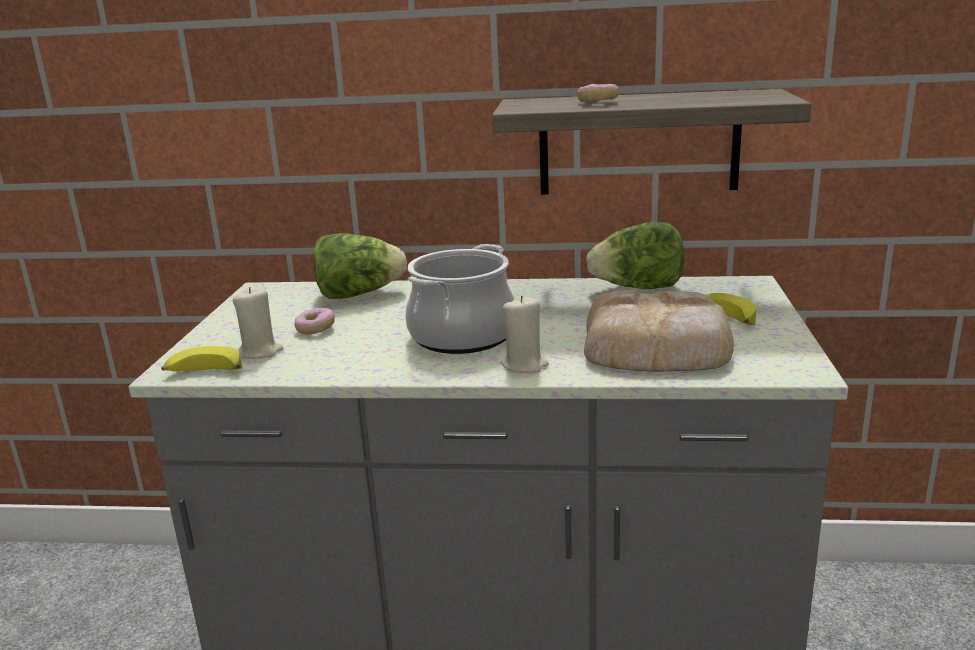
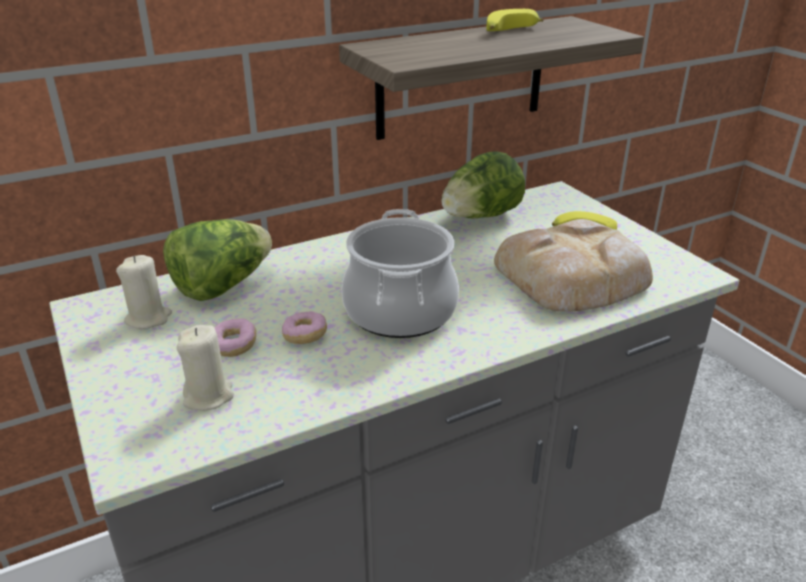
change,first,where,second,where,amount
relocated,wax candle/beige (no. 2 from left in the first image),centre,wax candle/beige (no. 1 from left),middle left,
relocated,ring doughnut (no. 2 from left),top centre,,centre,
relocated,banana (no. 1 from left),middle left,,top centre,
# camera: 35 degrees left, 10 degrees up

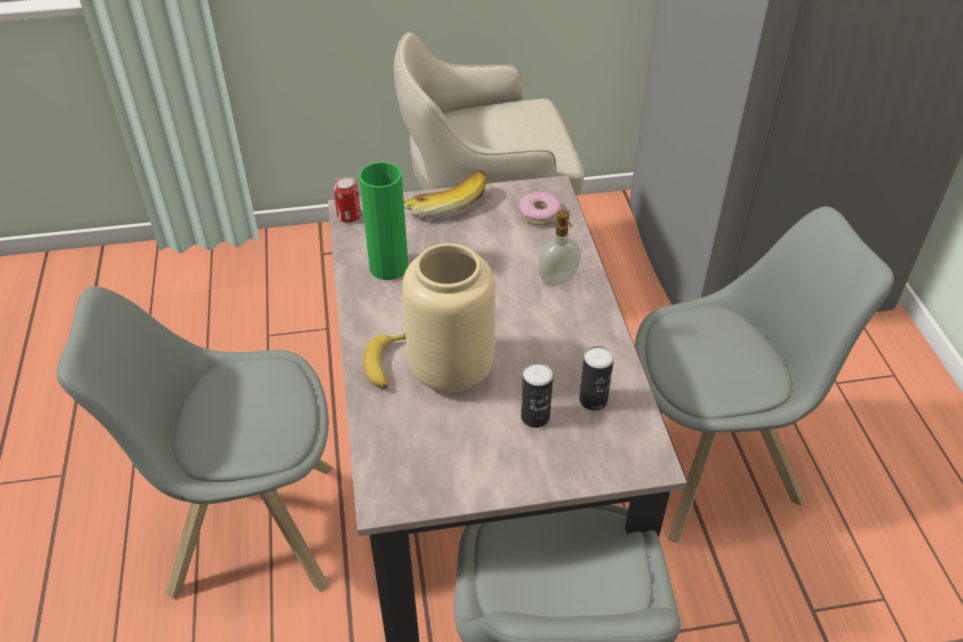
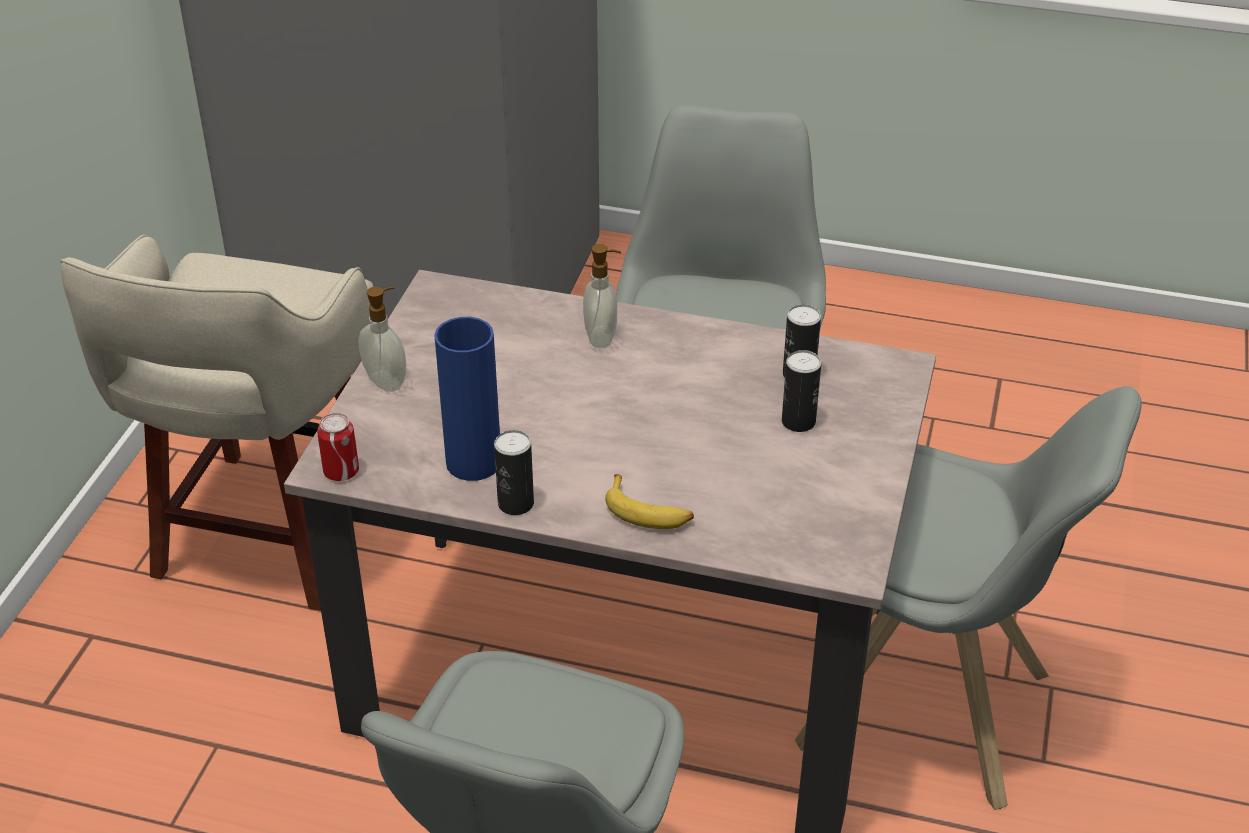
change,first,where,second,where,amount
exchanged,banana (no. 2 from left),top centre,liquid soap bottle (no. 1 from left),middle left,
colour,flower vase/green-coloured,centre,flower vase/blue,centre,
appeared,,,metal can (no. 2 from left),centre,
missing,flower vase/beige,centre,,,
missing,ring doughnut,top centre,,,
# camera: 65 degrees left, 5 degrees down

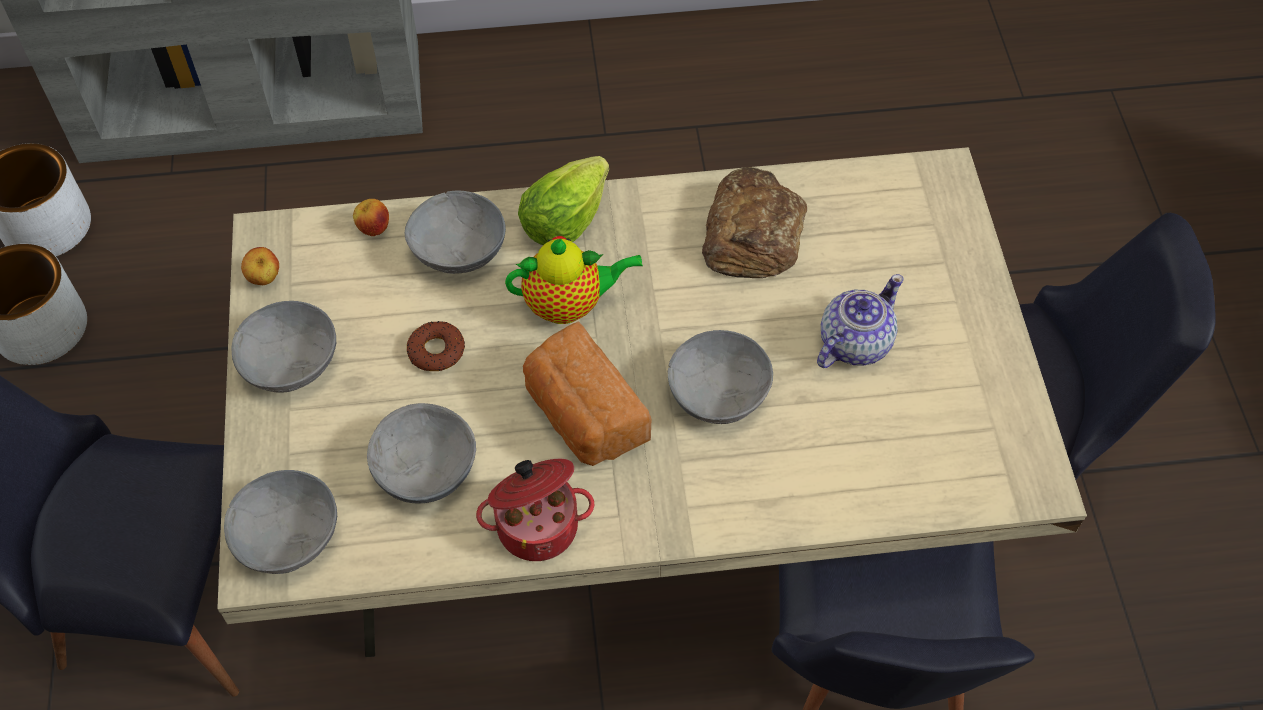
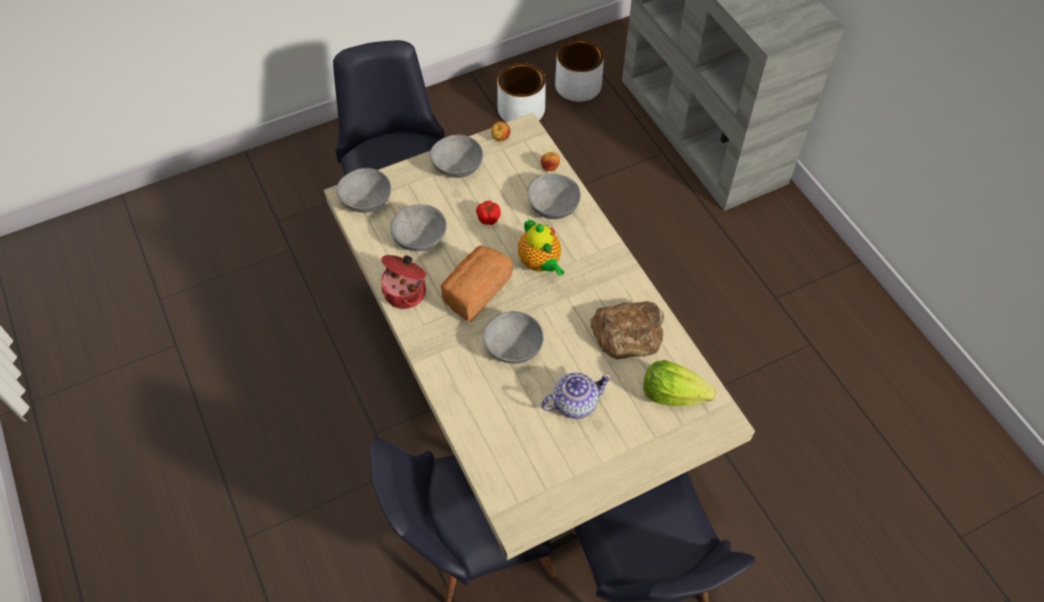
change,first,where,second,where,amount
exchanged,ring doughnut,centre,fresh tomato,centre,
spun,pot for tea (no. 2 from left),middle right,,centre,45 degrees counterclockwise
relocated,lettuce head,top centre,,centre,
# camera: 70 degrees right, 0 degrees up

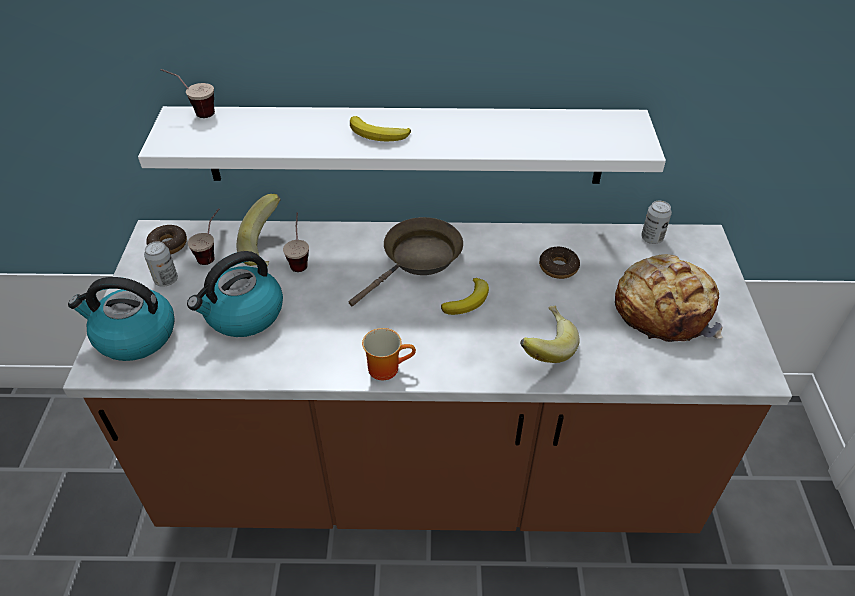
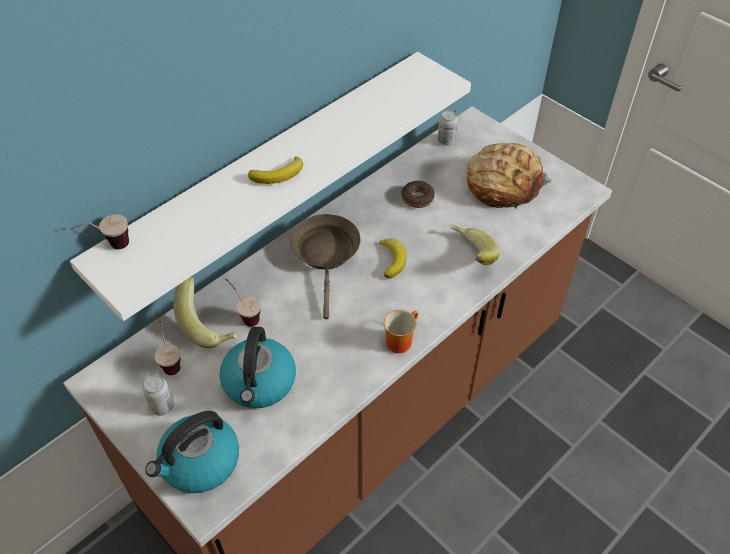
change,first,where,second,where,amount
missing,ring doughnut (no. 1 from left),middle left,,,
# camera: 45 degrees left, 5 degrees up

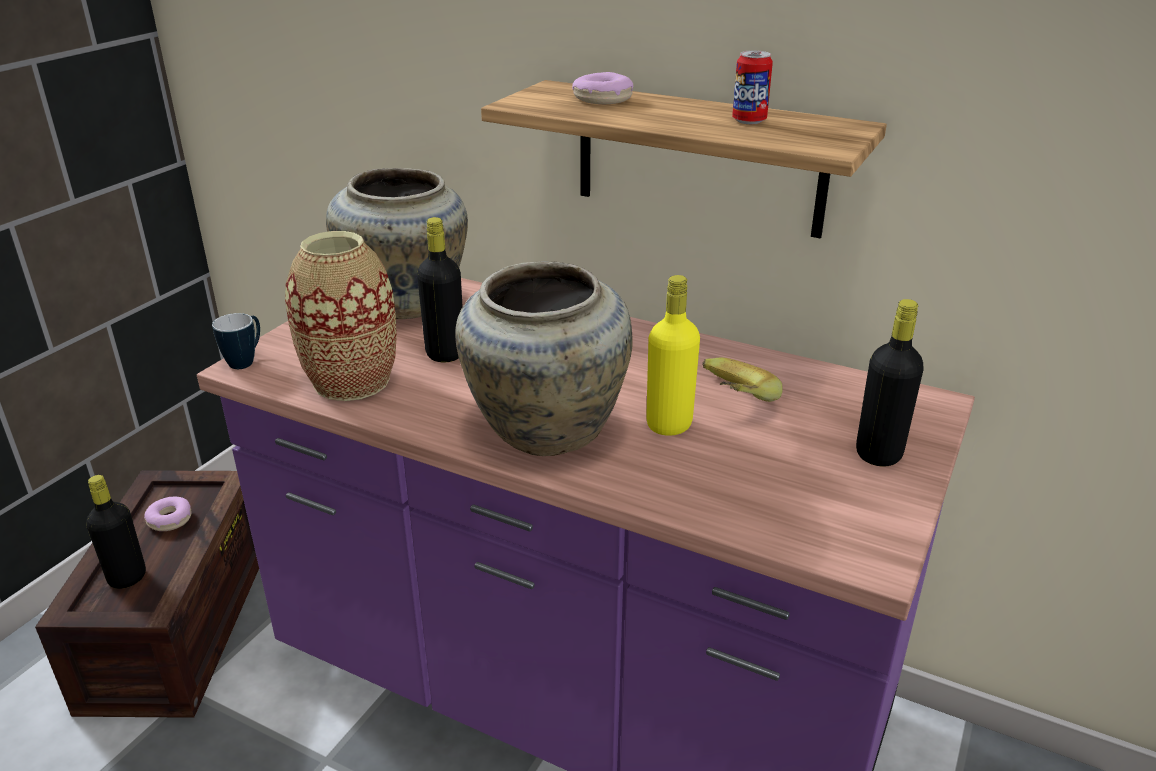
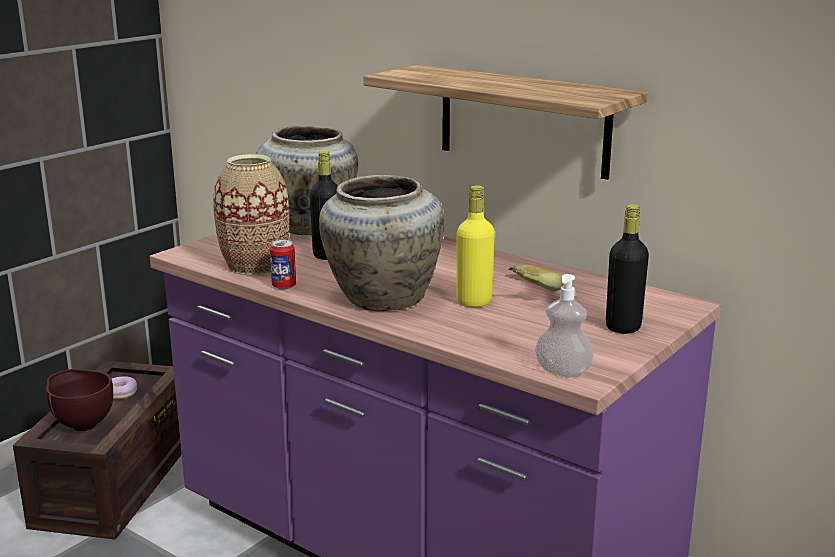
change,first,where,second,where,amount
exchanged,drink bottle/black (no. 1 from left),bottom left,deep dish/brown,bottom left,
relocated,metal can,top centre,,centre,
appeared,,,liquid soap bottle,middle right,
missing,tea mug,middle left,,,
missing,ring doughnut (no. 2 from left),top centre,,,
# camera: 10 degrees right, 10 degrees down

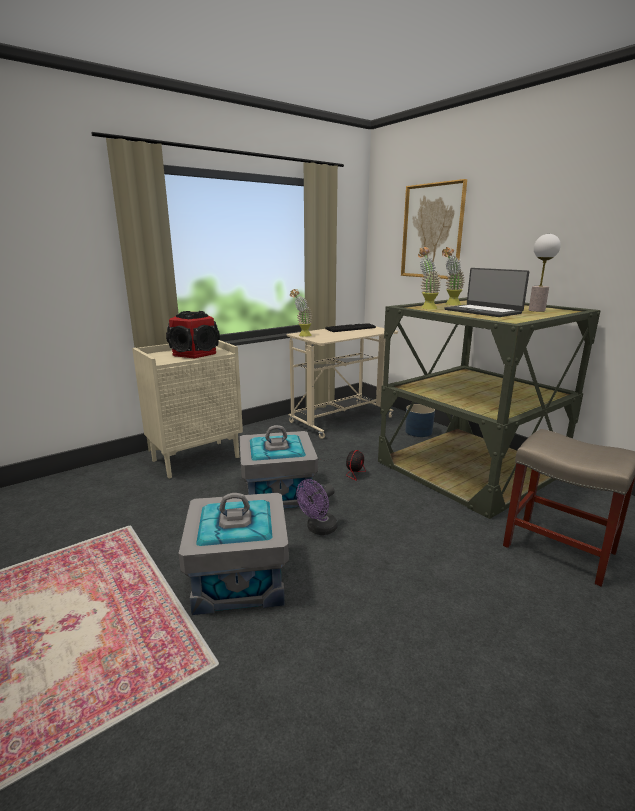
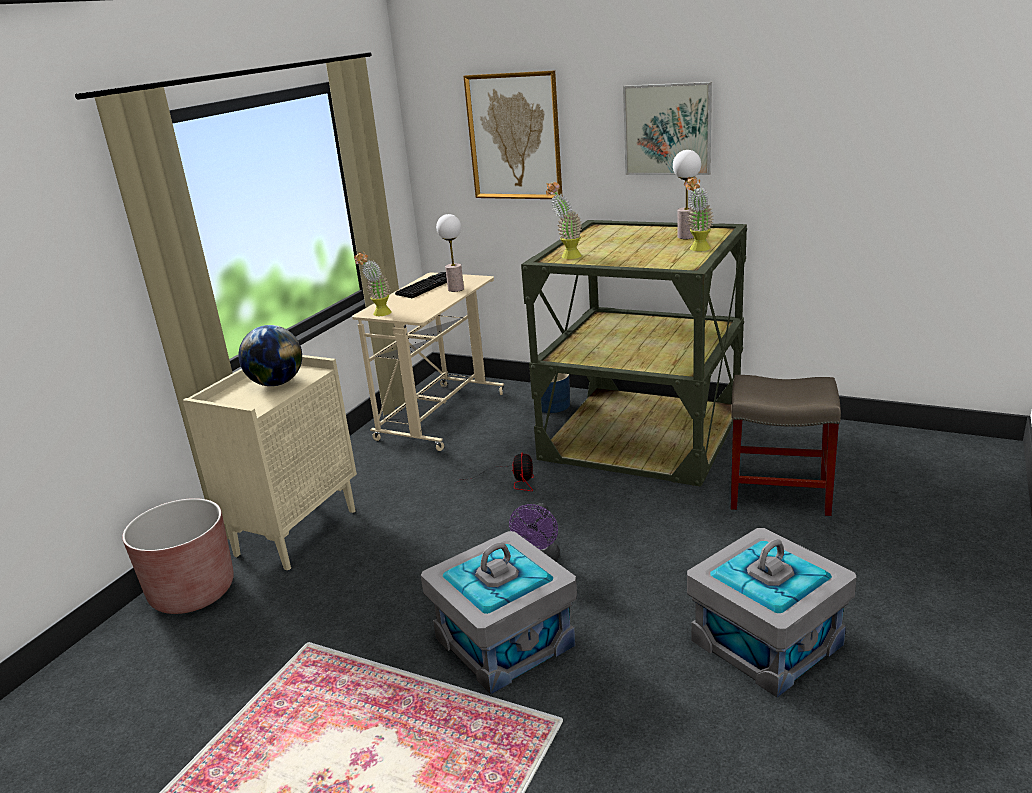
change,first,where,second,where,amount
appeared,,,flower pot/brown,bottom left,
exchanged,speaker,middle left,world globe,middle left,
appeared,,,tabletop lamp (no. 1 from left),top centre,
appeared,,,picture (no. 2 from left),top centre,
relocated,houseplant (no. 3 from left),middle right,,top right,
relocated,storage container/greyish (no. 2 from left),centre,,bottom right,
missing,portable computer,middle right,,,
# camera: 25 degrees left, 5 degrees up

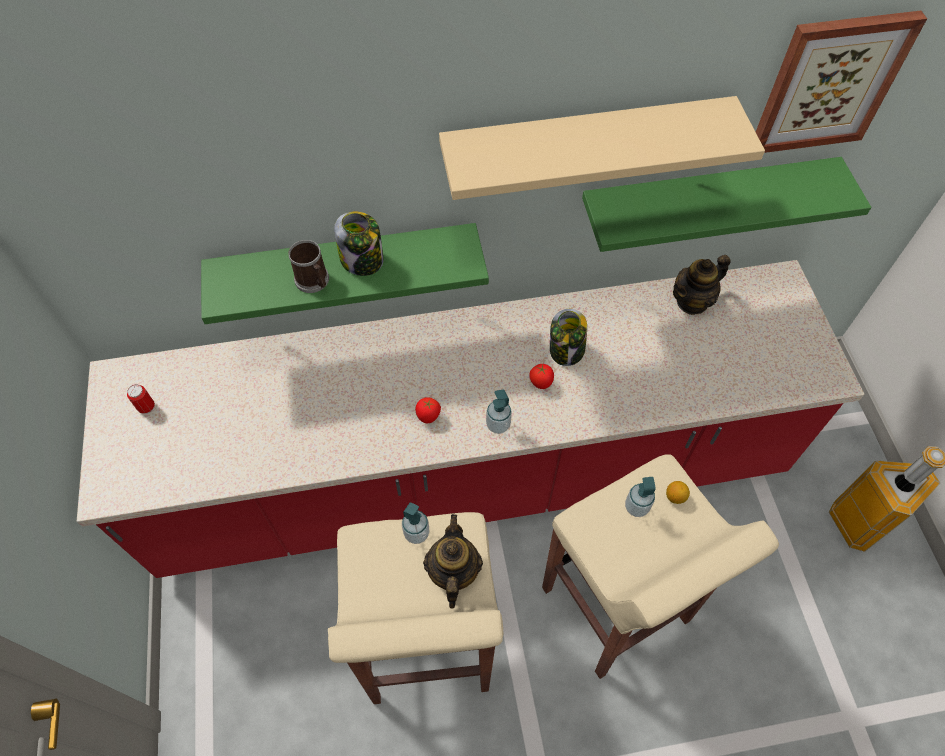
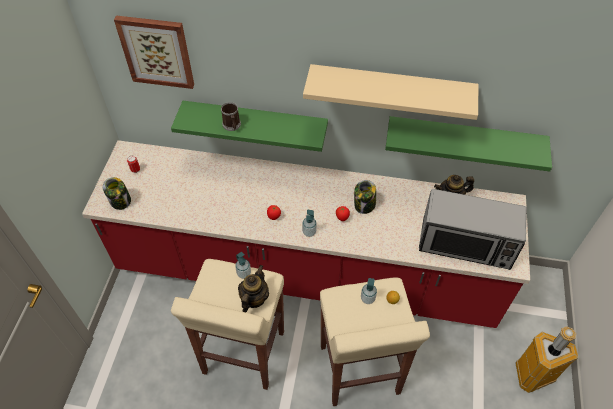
change,first,where,second,where,amount
relocated,storage jar (no. 1 from left),top centre,,middle left,
relocated,picture,top right,,top left,
appeared,,,microwave oven,middle right,
# camera: 20 degrees right, 5 degrees down

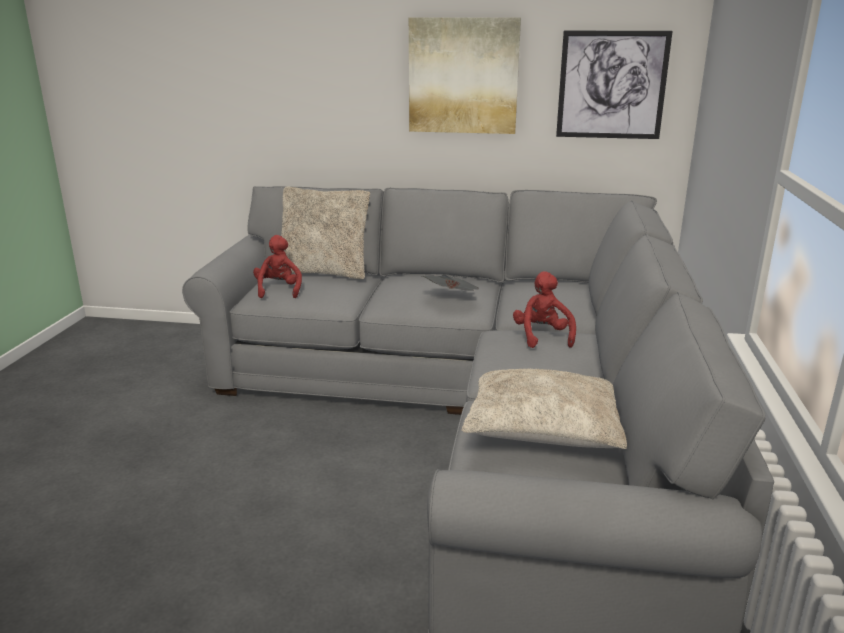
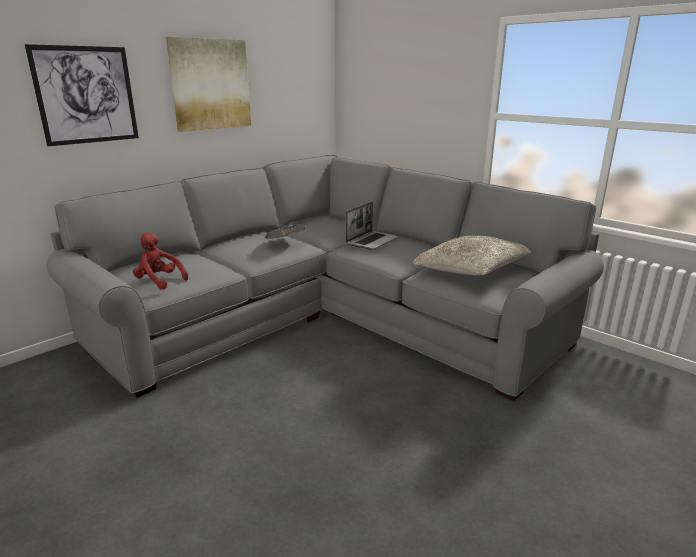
change,first,where,second,where,amount
relocated,picture (no. 2 from left in the first image),top right,picture (no. 1 from left),top left,
exchanged,cuddly toy/red (no. 2 from left),centre,portable computer,centre,
missing,pillow/beige (no. 1 from left),centre,,,
# camera: 55 degrees left, 0 degrees up

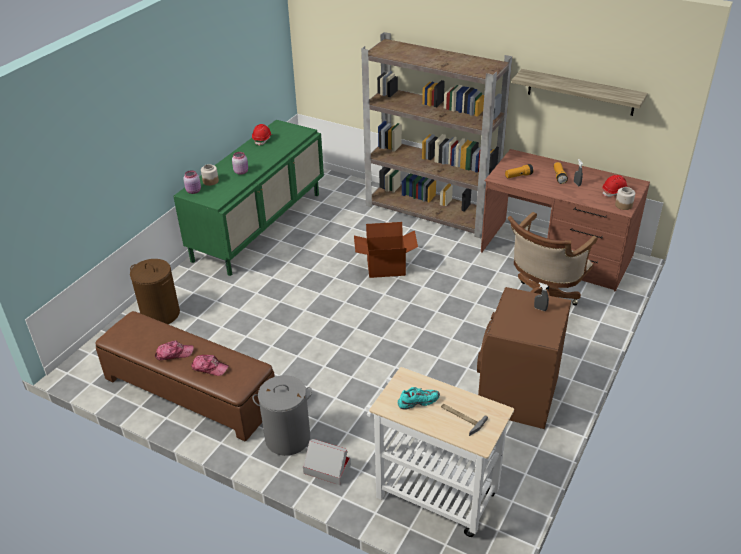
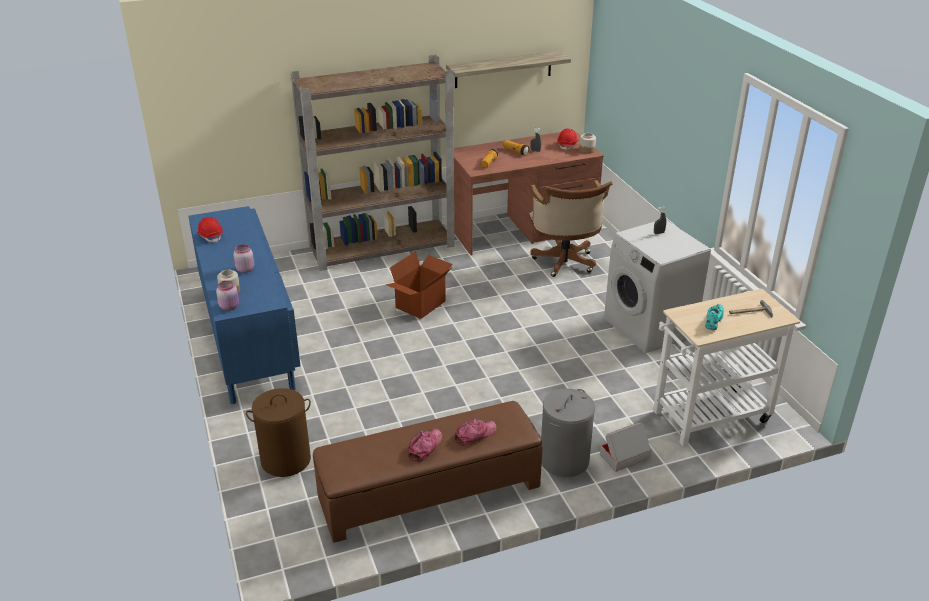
change,first,where,second,where,amount
colour,cabinet/green-coloured,centre,cabinet/blue,middle left,
colour,laundry machine/brown,middle right,laundry machine/white,middle right,
# camera: 50 degrees left, 5 degrees down

